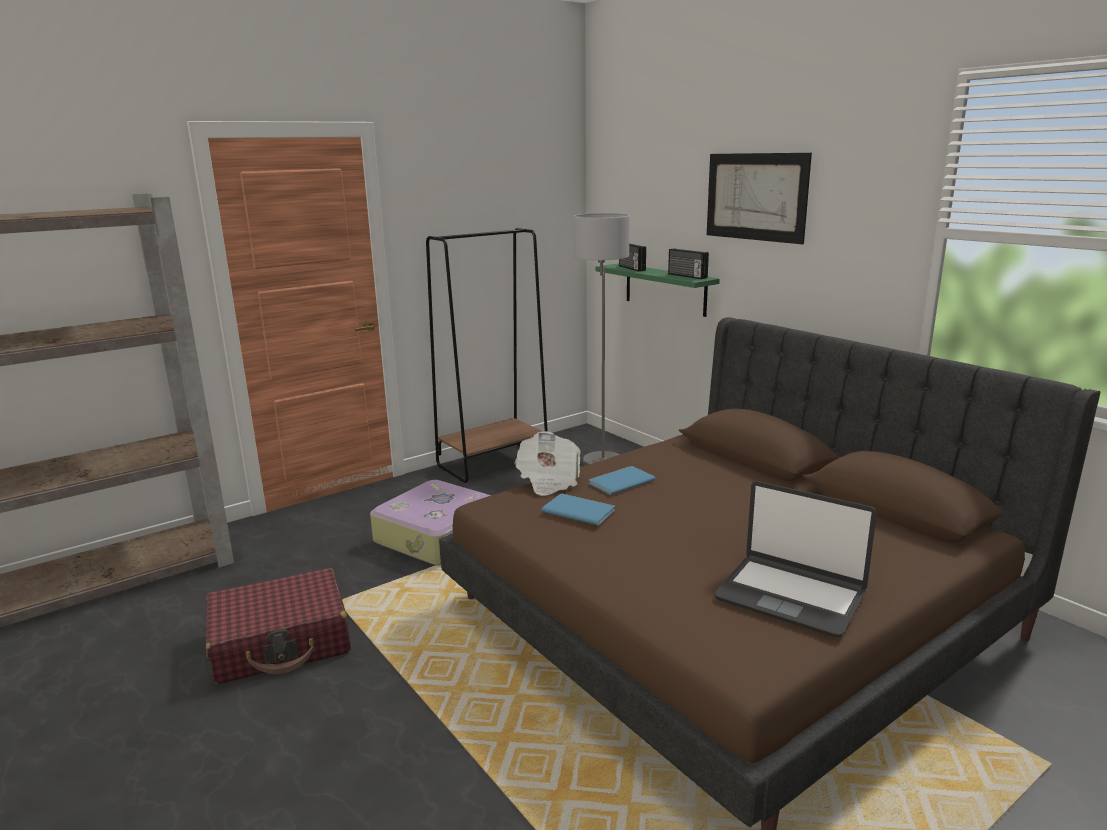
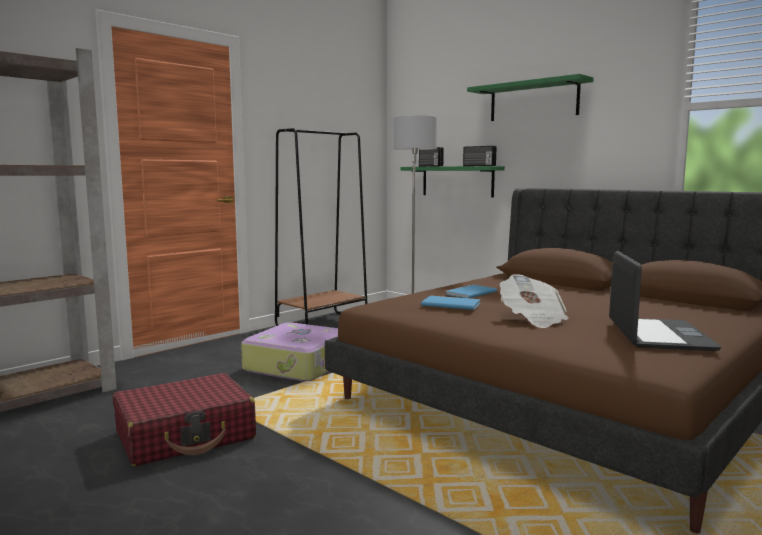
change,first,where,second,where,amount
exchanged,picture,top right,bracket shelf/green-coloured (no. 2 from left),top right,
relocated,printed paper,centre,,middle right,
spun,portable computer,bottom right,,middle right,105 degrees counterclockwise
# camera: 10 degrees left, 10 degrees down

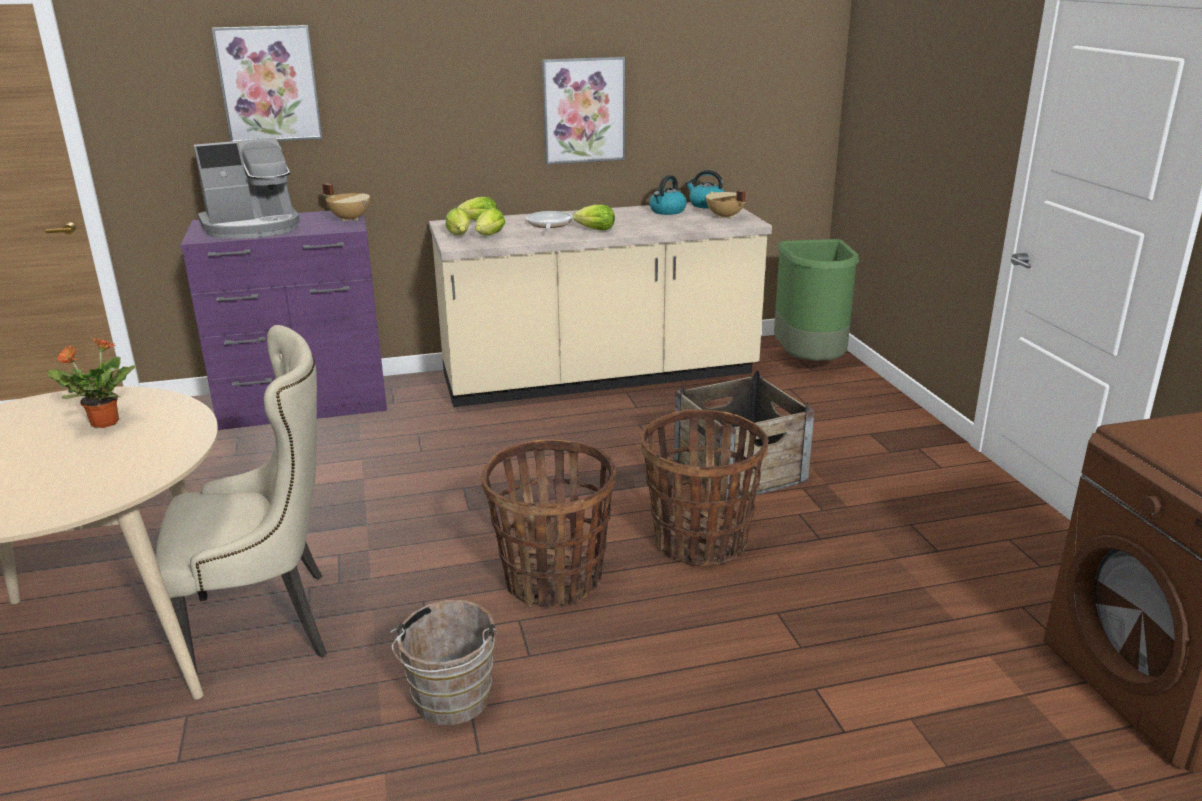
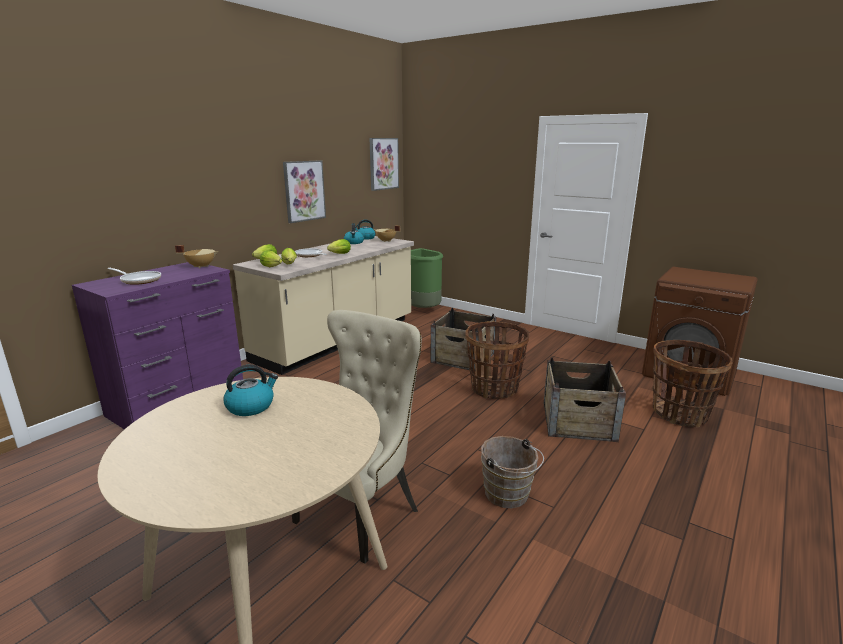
change,first,where,second,where,amount
exchanged,coffee machine,top left,skillet (no. 1 from left),middle left,
exchanged,houseplant,middle left,tea kettle (no. 1 from left),middle left,
relocated,picture (no. 1 from left in the first image),top left,picture (no. 2 from left),top centre,
appeared,,,packing crate (no. 2 from left),middle right,
relocated,household basket (no. 1 from left in the first image),centre,household basket (no. 2 from left),middle right,
# camera: 40 degrees left, 5 degrees down

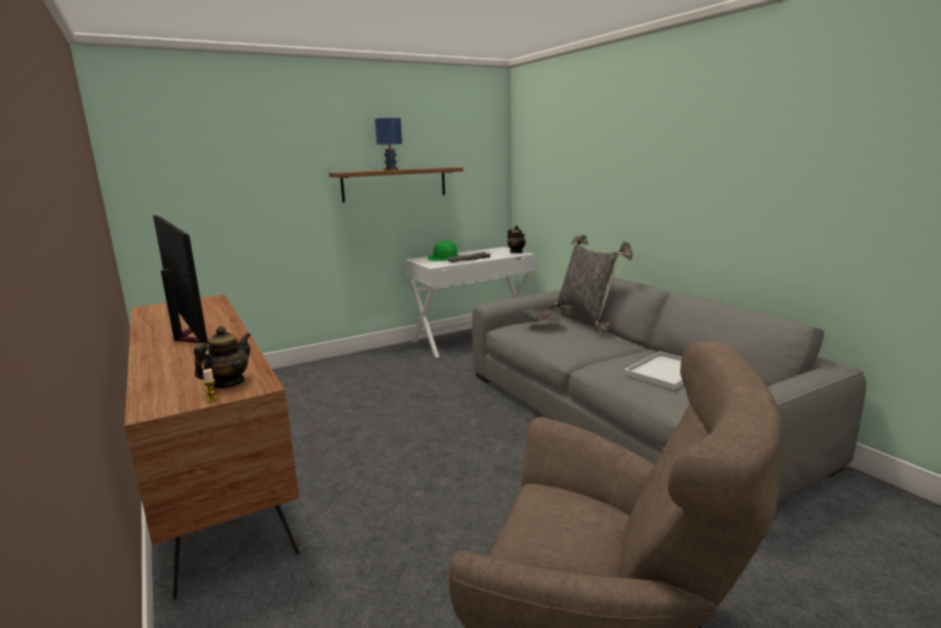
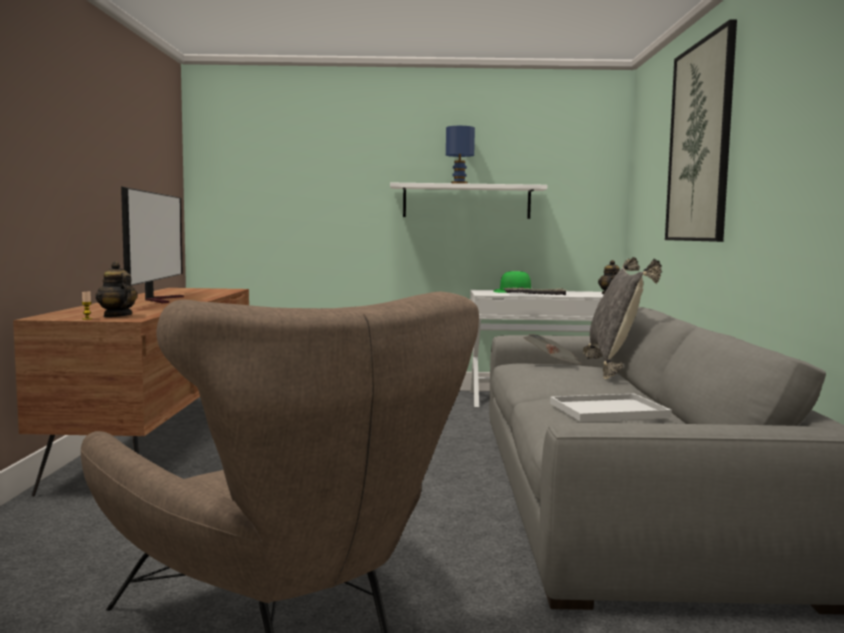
change,first,where,second,where,amount
spun,pot for tea (no. 1 from left),middle left,,middle left,105 degrees counterclockwise
colour,bracket shelf/brown,top centre,bracket shelf/white,top centre,
appeared,,,picture,top right,
# camera: 30 degrees right, 10 degrees down

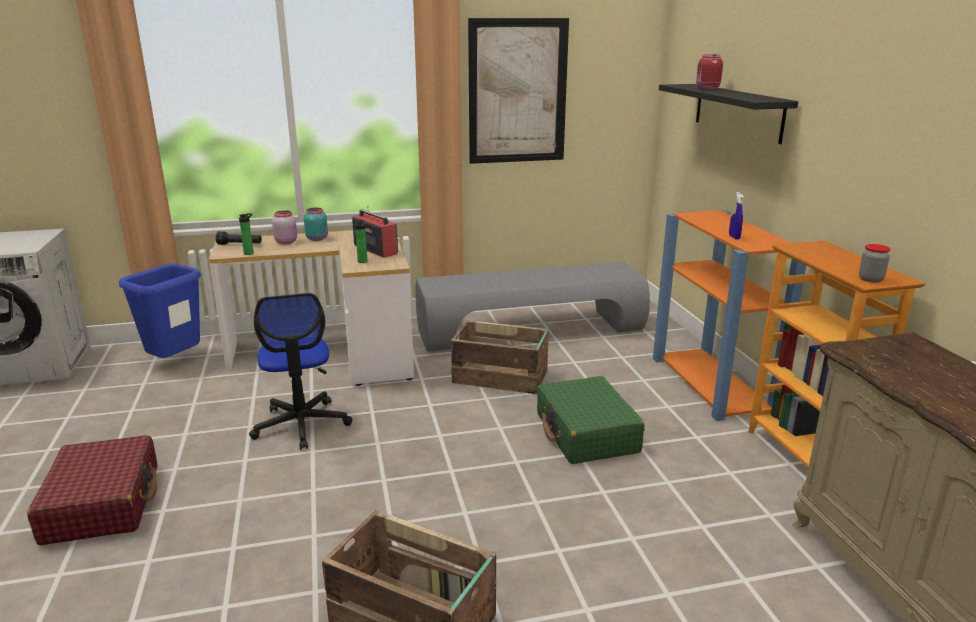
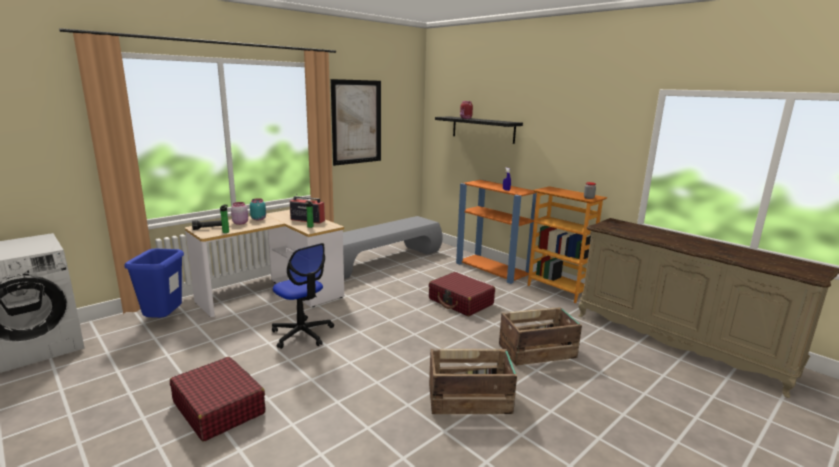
change,first,where,second,where,amount
colour,suitcase/green-coloured,bottom centre,suitcase/red (no. 2 from left),centre,
relocated,packing crate (no. 2 from left),centre,,bottom centre,
# camera: 30 degrees left, 5 degrees down

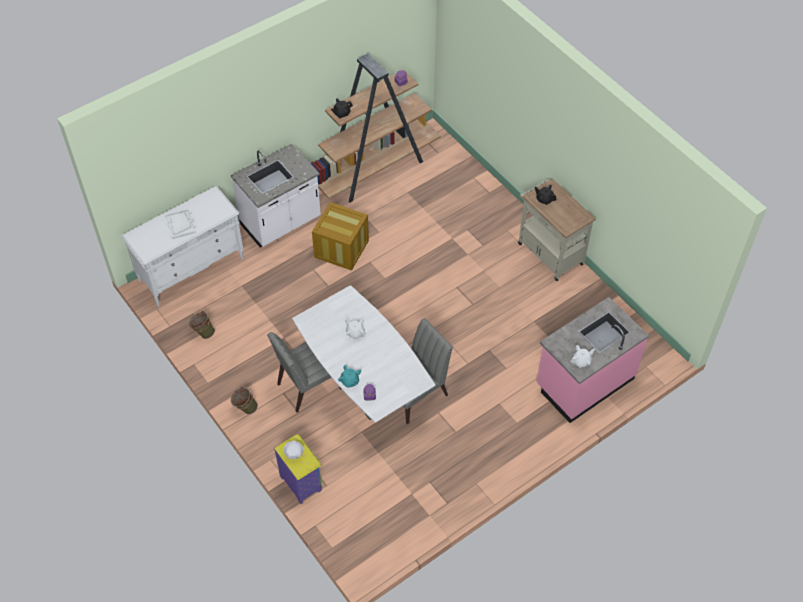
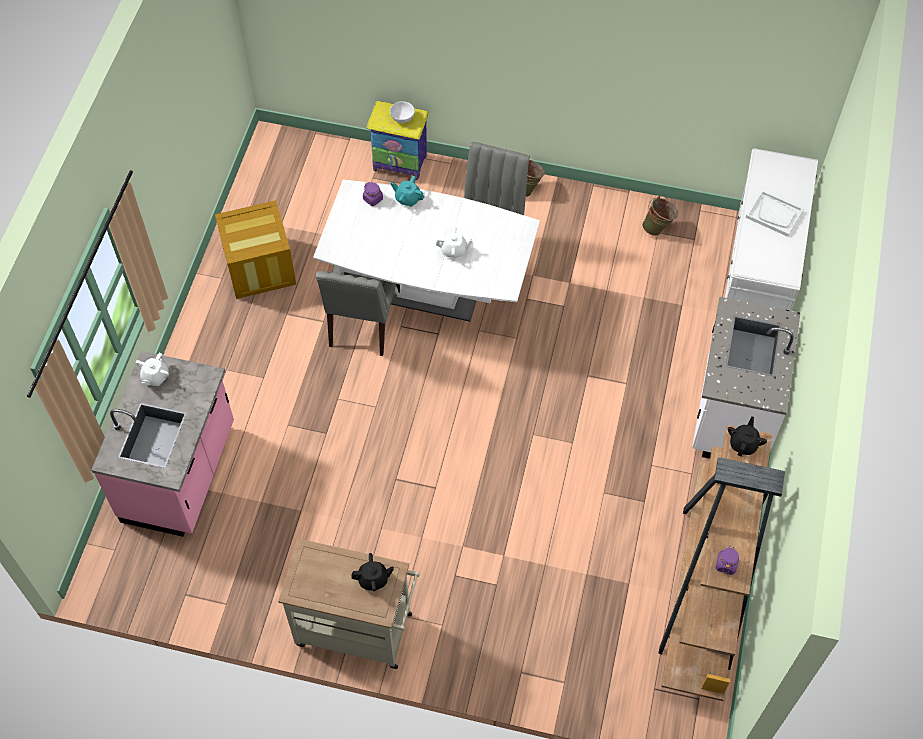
change,first,where,second,where,amount
relocated,packing crate,centre,,middle left,
# camera: 140 degrees right, 5 degrees up

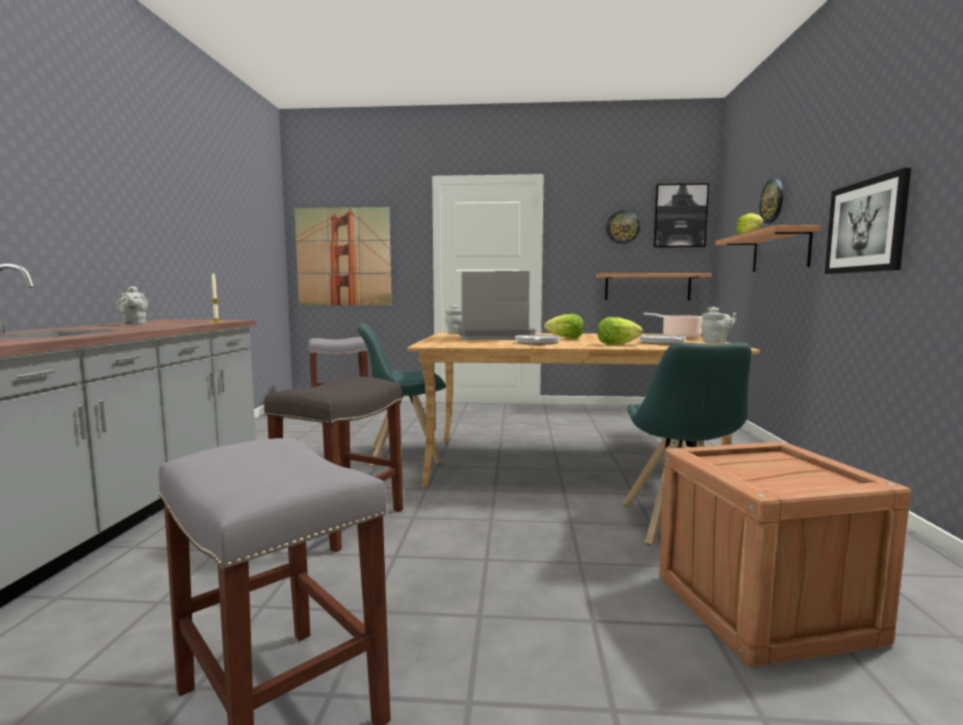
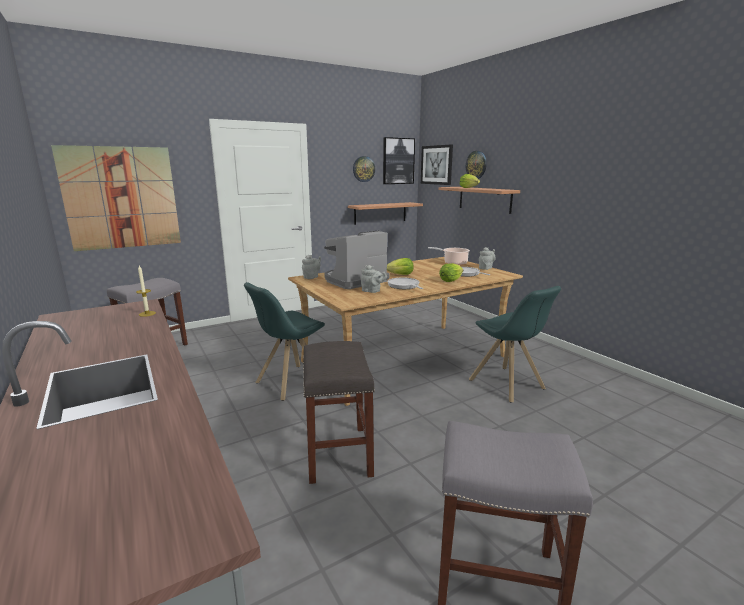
change,first,where,second,where,amount
relocated,pot for tea/greyish (no. 1 from left in the first image),middle left,pot for tea/greyish (no. 2 from left),centre,
relocated,picture (no. 3 from left),top right,,top centre,
missing,packing crate,bottom right,,,
# camera: 35 degrees left, 10 degrees up

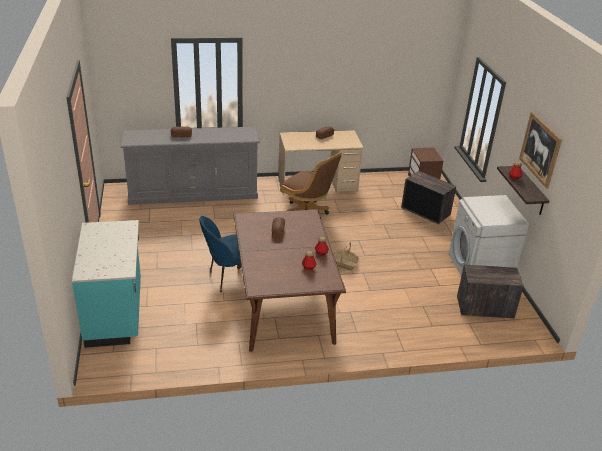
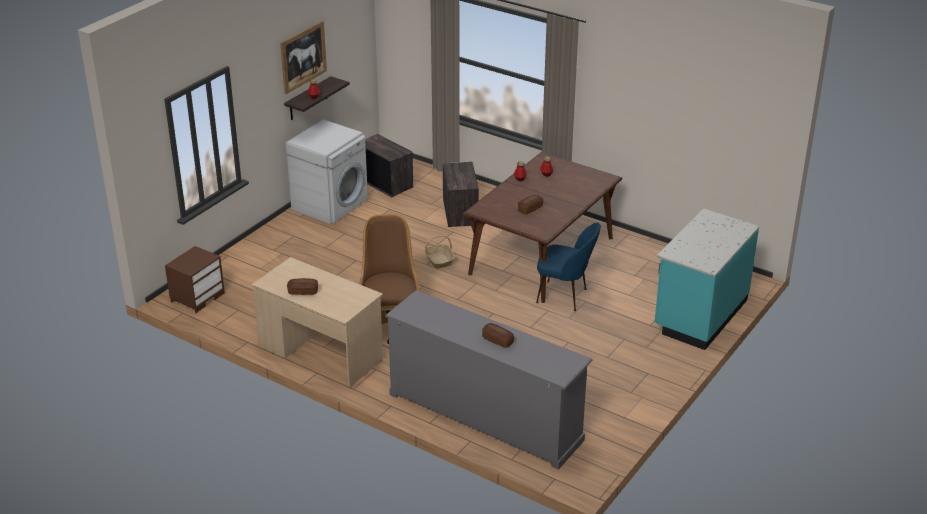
change,first,where,second,where,amount
relocated,packing crate (no. 1 from left in the first image),middle right,packing crate (no. 2 from left),centre,
# camera: 135 degrees left, 0 degrees up

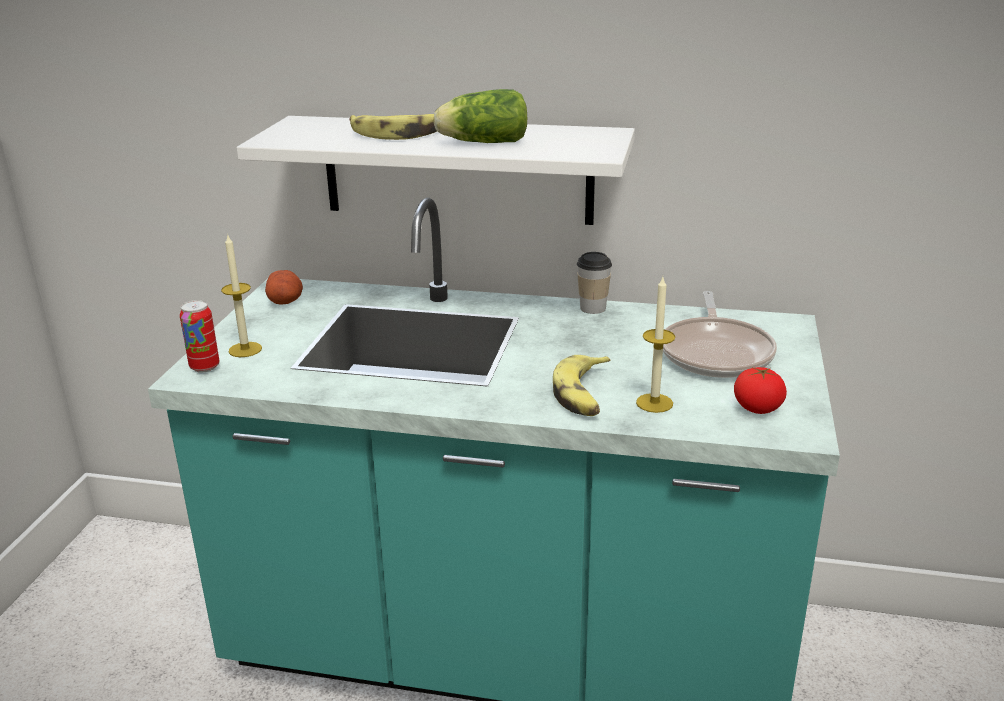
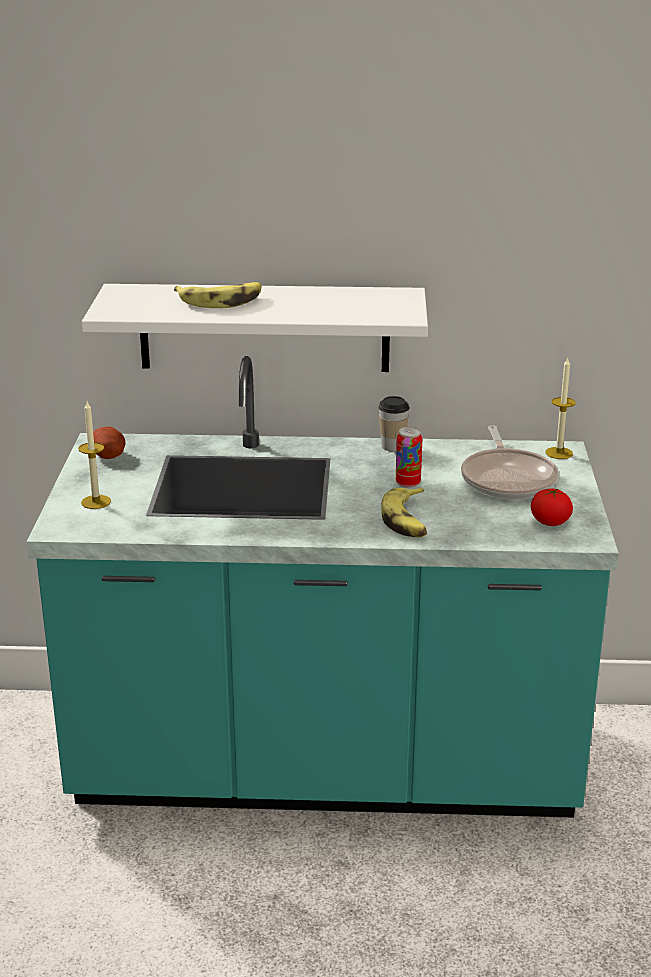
change,first,where,second,where,amount
relocated,metal can,middle left,,centre,
relocated,wax candle (no. 2 from left),centre,,middle right,
missing,lettuce head,top centre,,,
# camera: 10 degrees left, 0 degrees up

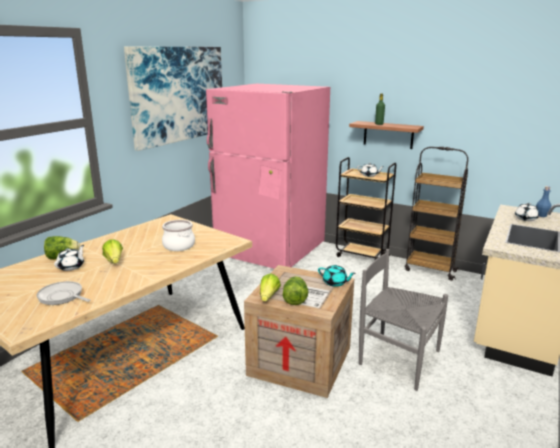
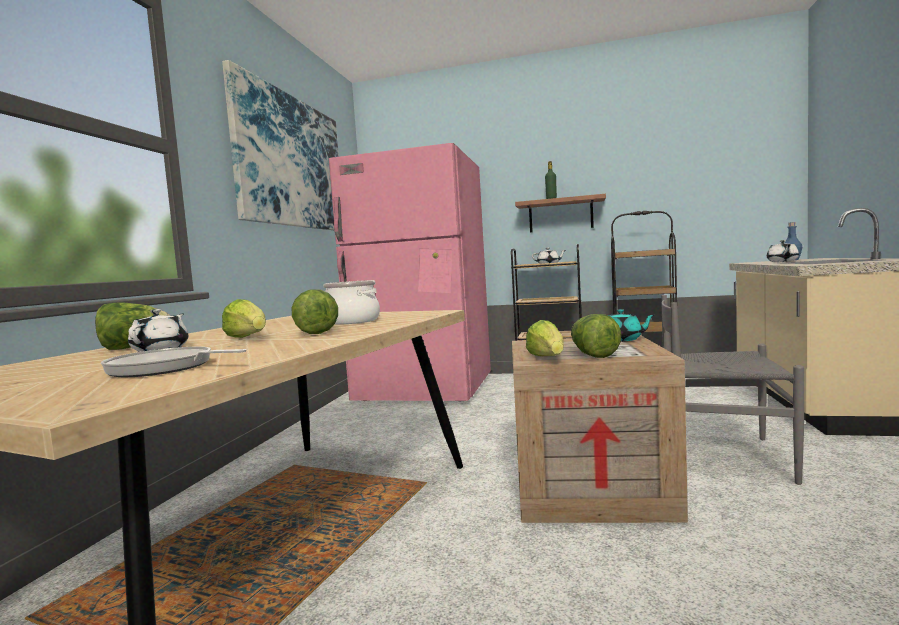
change,first,where,second,where,amount
appeared,,,lettuce head (no. 3 from left),centre,
# camera: 15 degrees left, 15 degrees down

